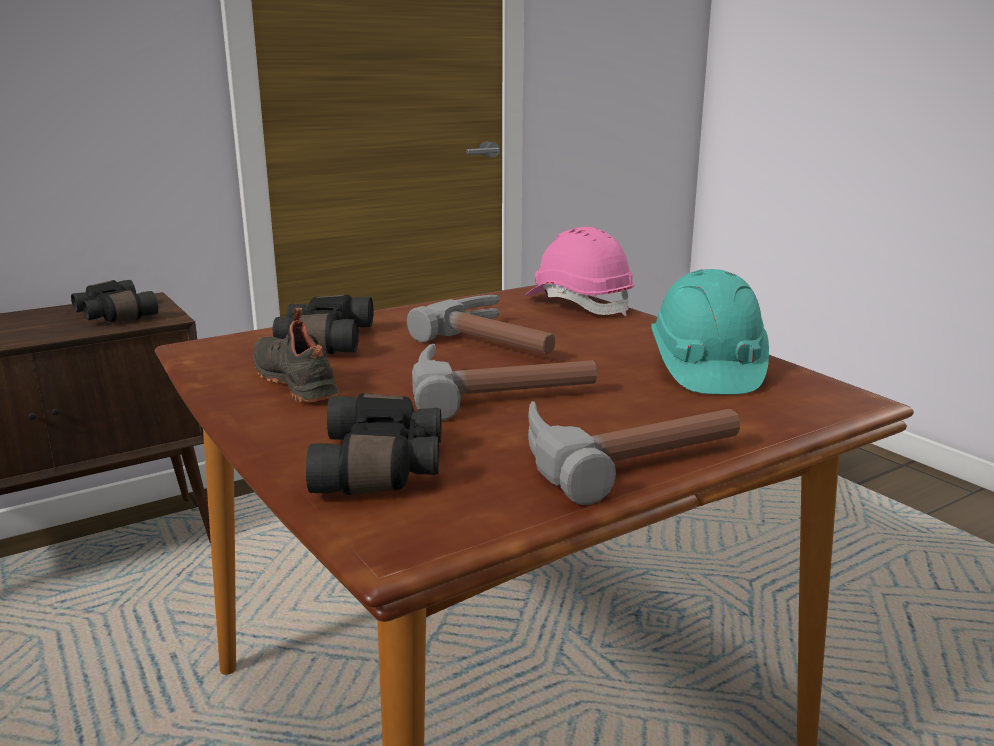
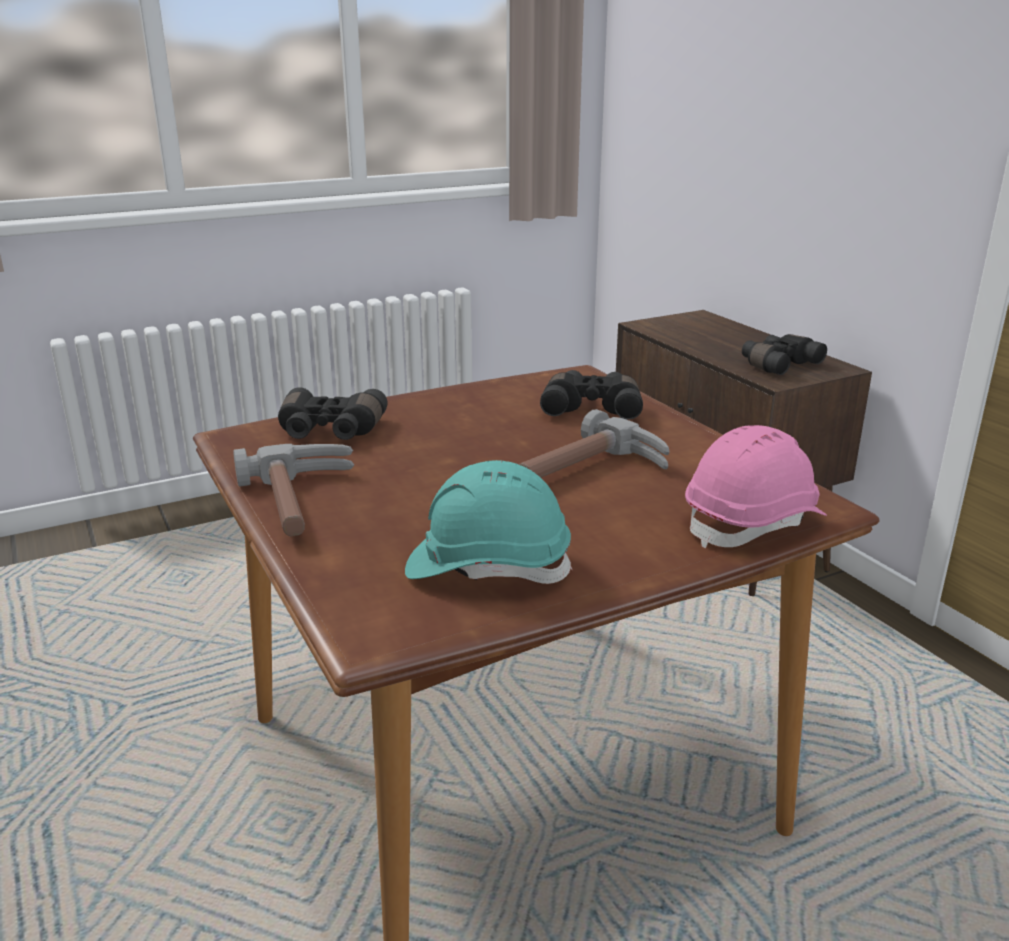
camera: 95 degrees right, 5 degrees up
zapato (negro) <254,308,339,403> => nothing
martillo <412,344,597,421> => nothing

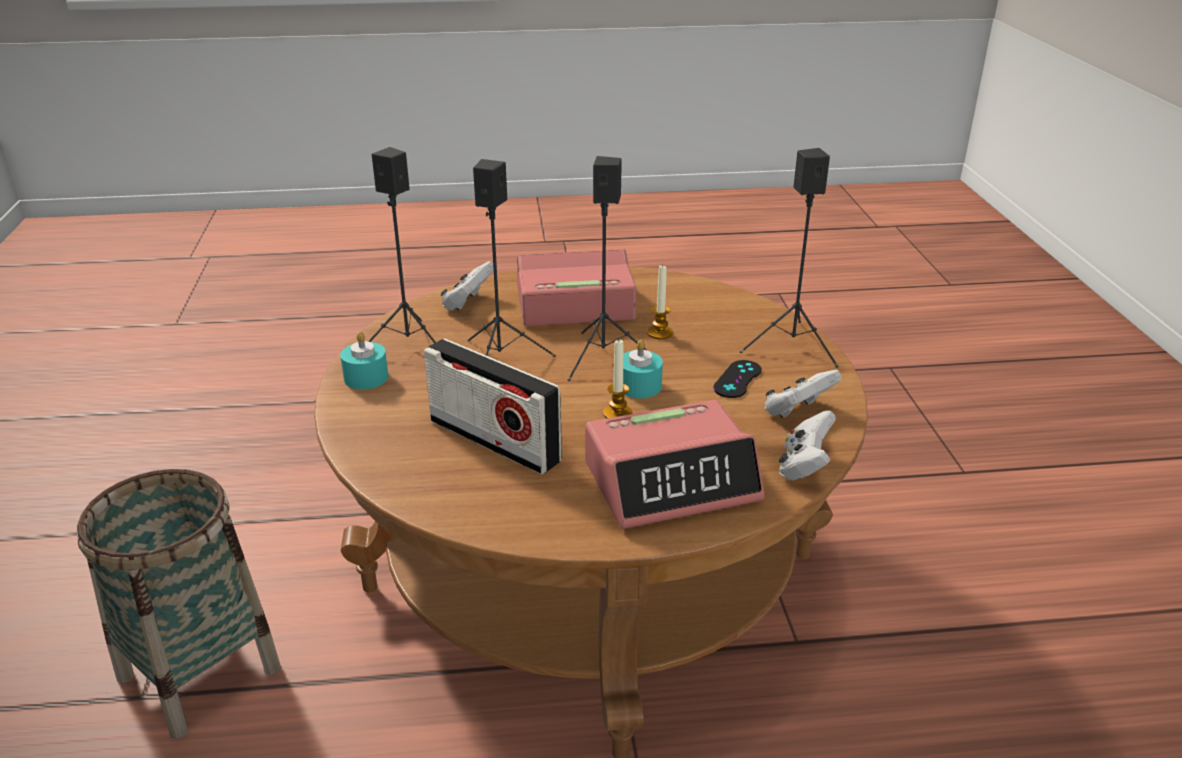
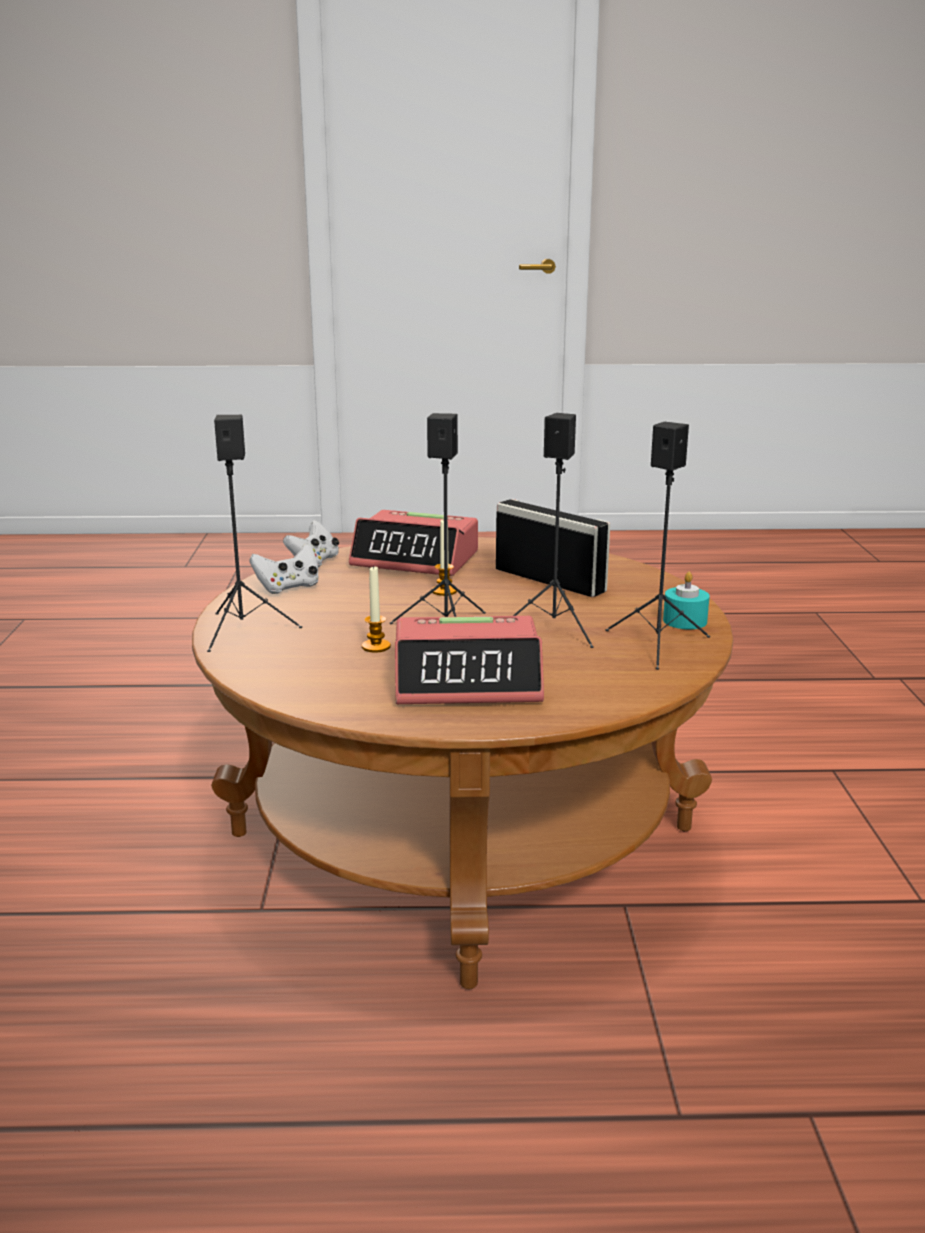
camera: 175 degrees left, 10 degrees down
mando de consola (blanco) <441,261,494,311> => nothing
vela (turquesa) <623,340,663,398> => nothing
mando de consola (negro) <713,360,762,398> => nothing
despertador <585,400,764,529> => despertador <349,510,478,576>, 150 degrees counterclockwise
cesta <77,469,281,739> => nothing

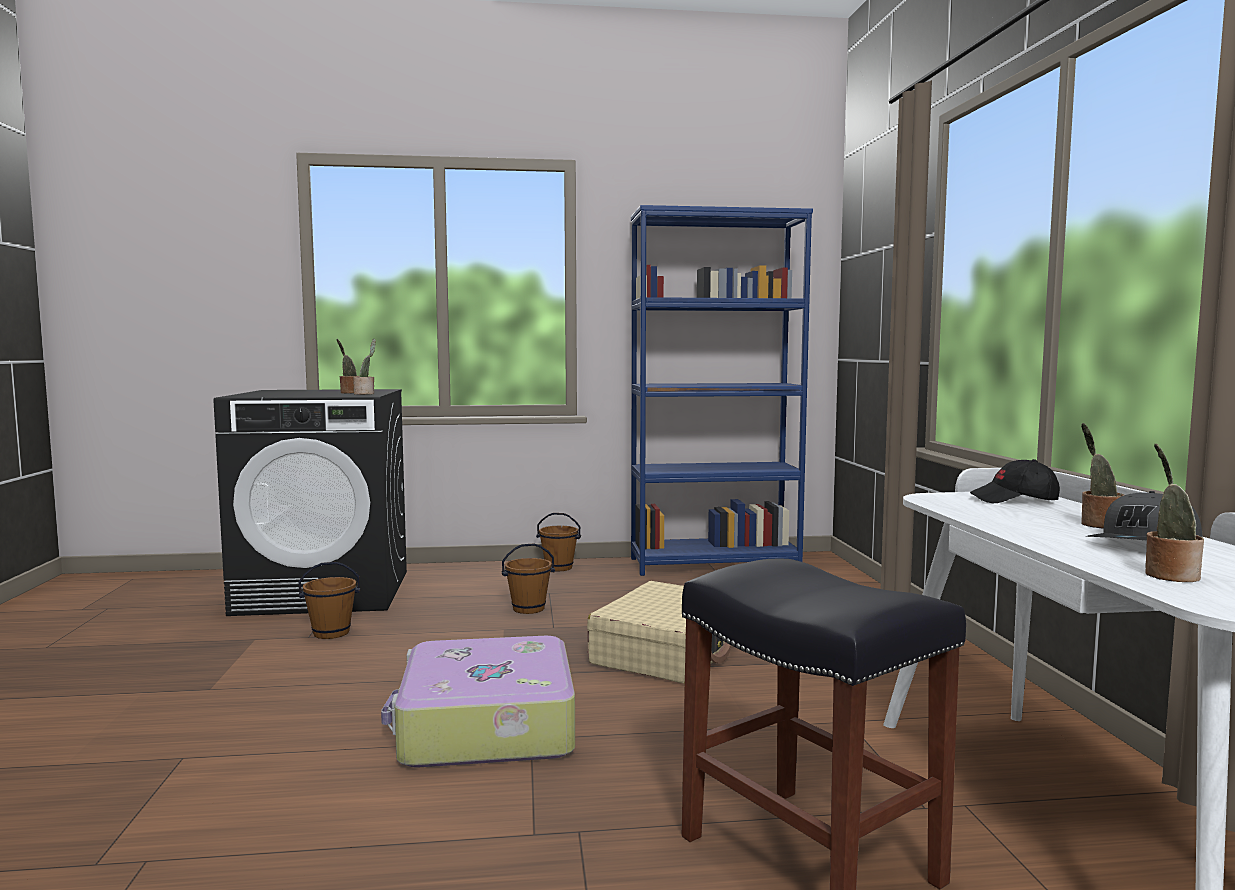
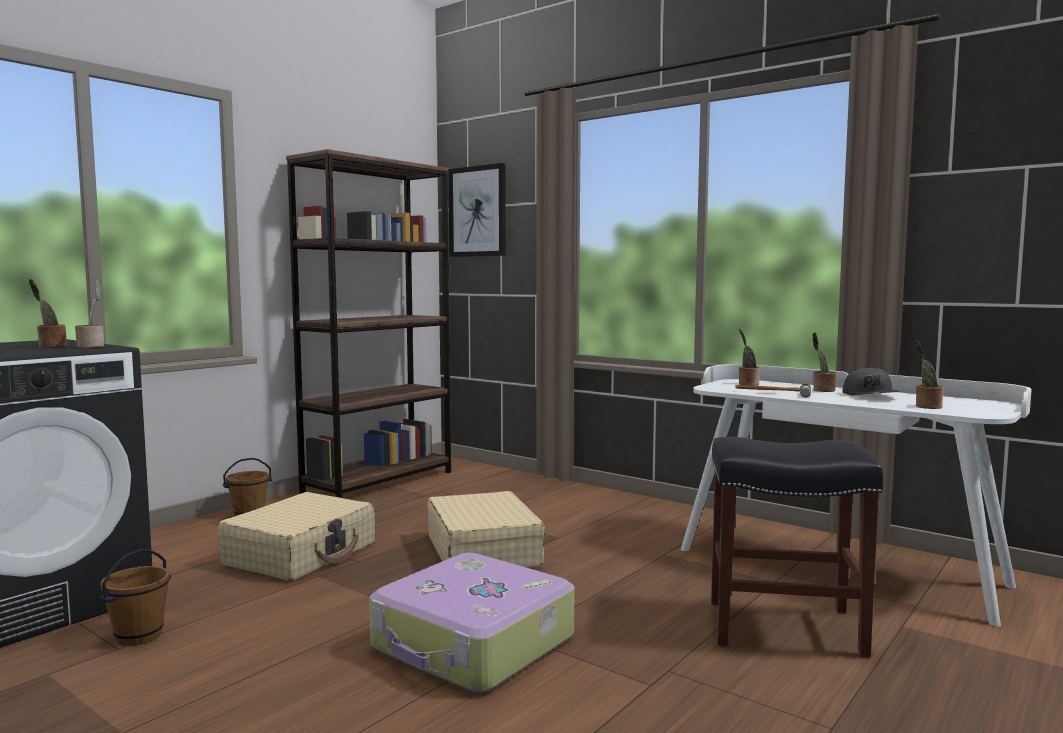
camera: 45 degrees left, 0 degrees up
estantería (azul) <631,205,813,576> => estantería (marrón) <286,149,451,498>
gorra (negro) <970,459,1060,503> => planta en maceta <739,329,760,386>
cubo (marrón) <501,544,555,614> => maleta (beis) <218,492,375,581>
nothing => cuadro <448,163,506,257>
nothing => martillo <735,384,811,397>

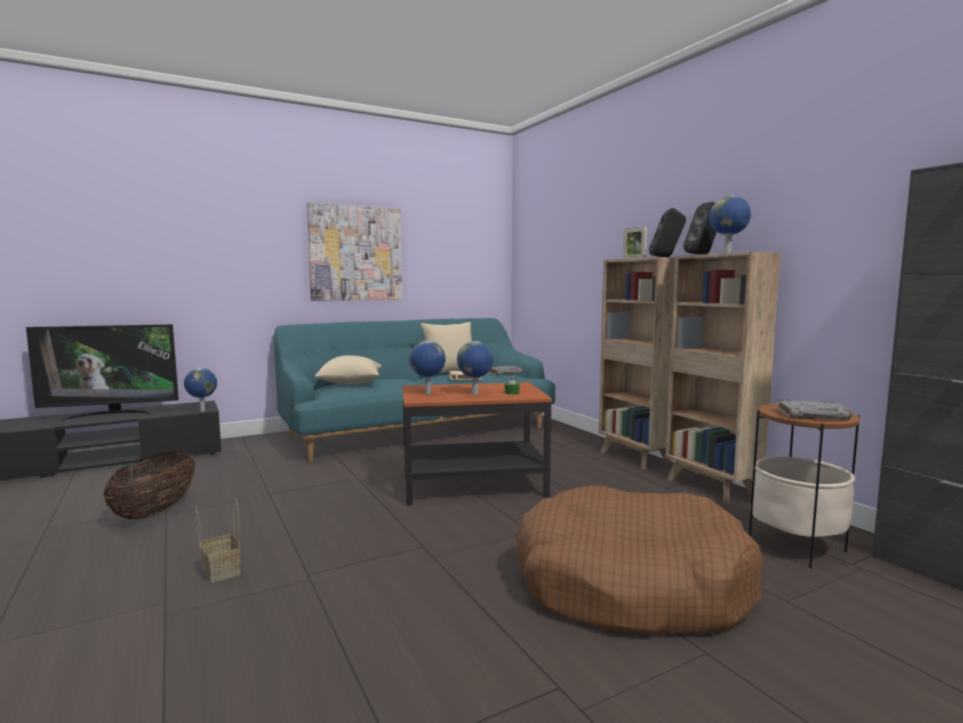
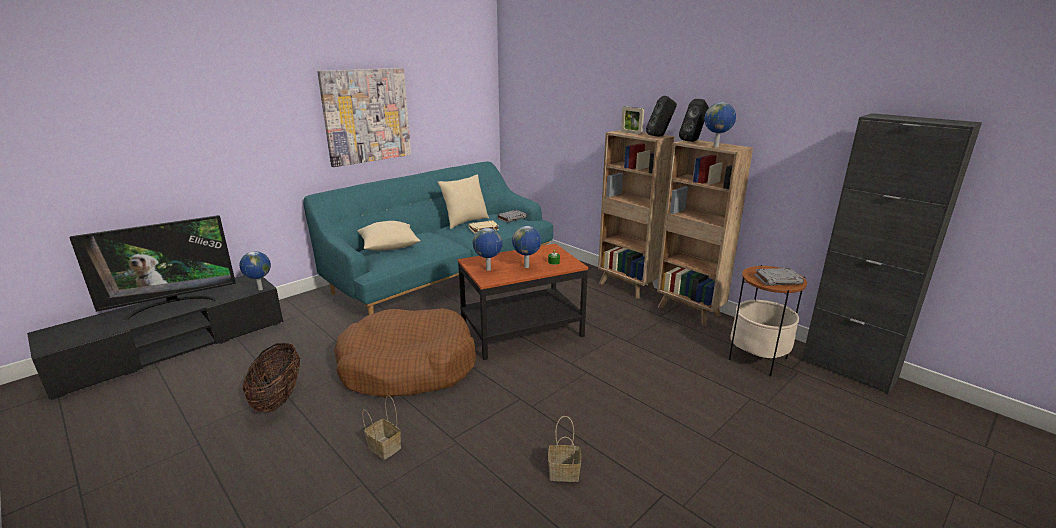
camera: 15 degrees left, 15 degrees up
cama para perro (marrón) <515,485,763,635> => cama para perro (marrón) <334,308,476,398>, relocated
nothing => cesta <548,416,581,482>

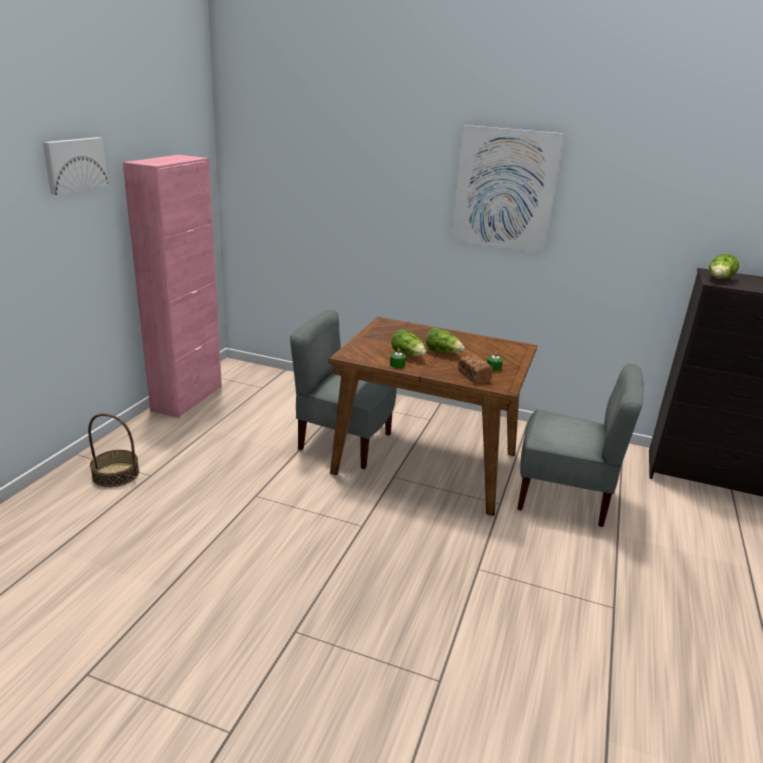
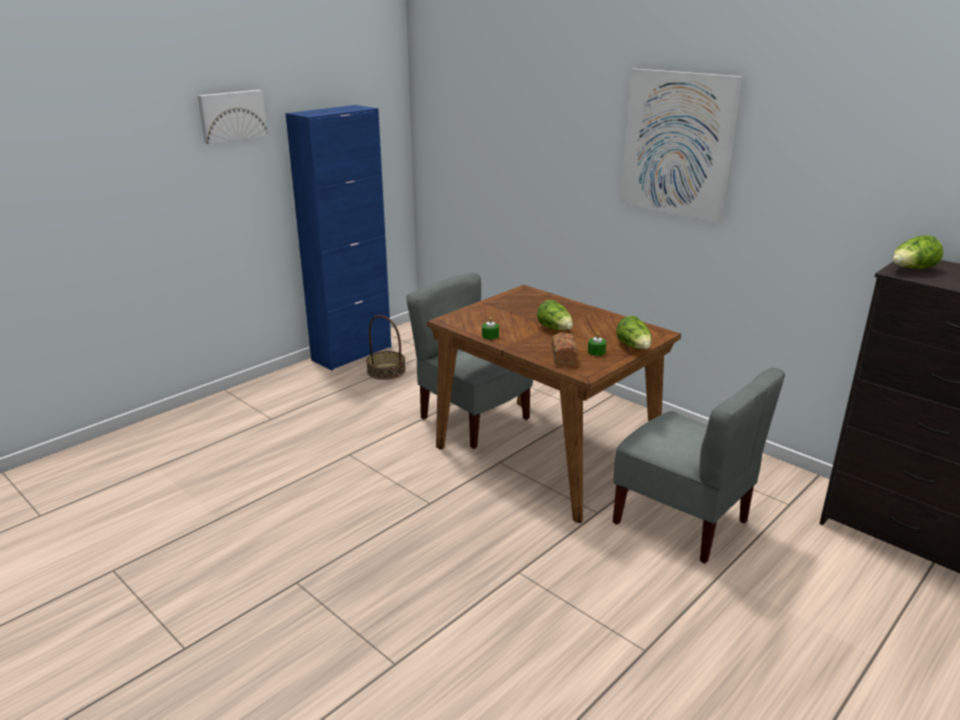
camera: 25 degrees right, 0 degrees up
armario (rosa) <123,155,222,418> => armario (azul) <285,105,391,371>
lechuga <391,329,426,356> => lechuga <616,316,652,349>, relocated
cesta <88,413,139,487> => cesta <366,315,406,380>, relocated

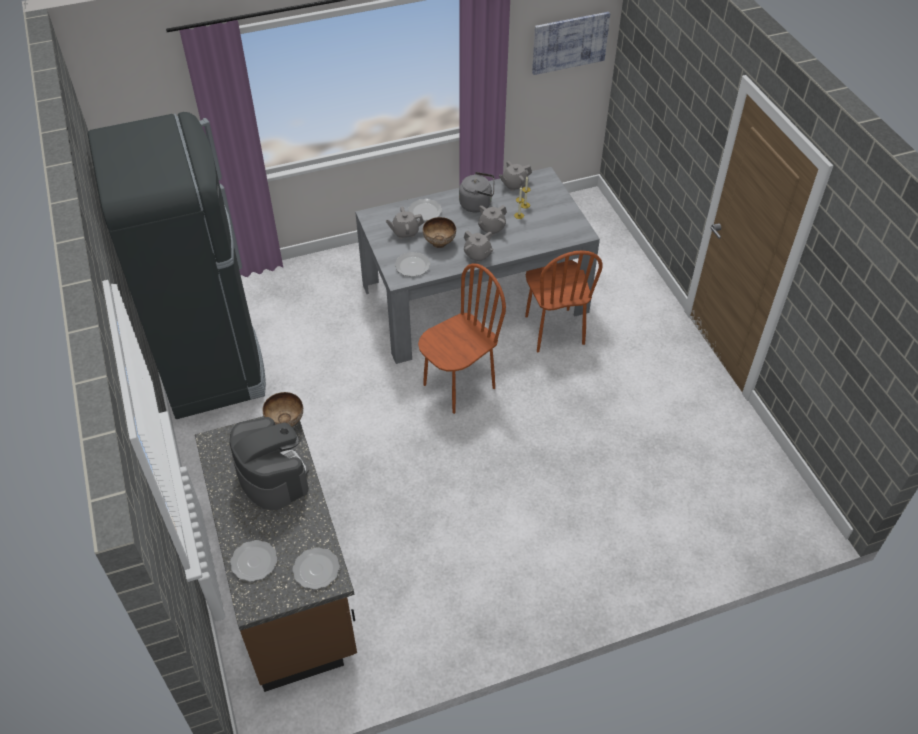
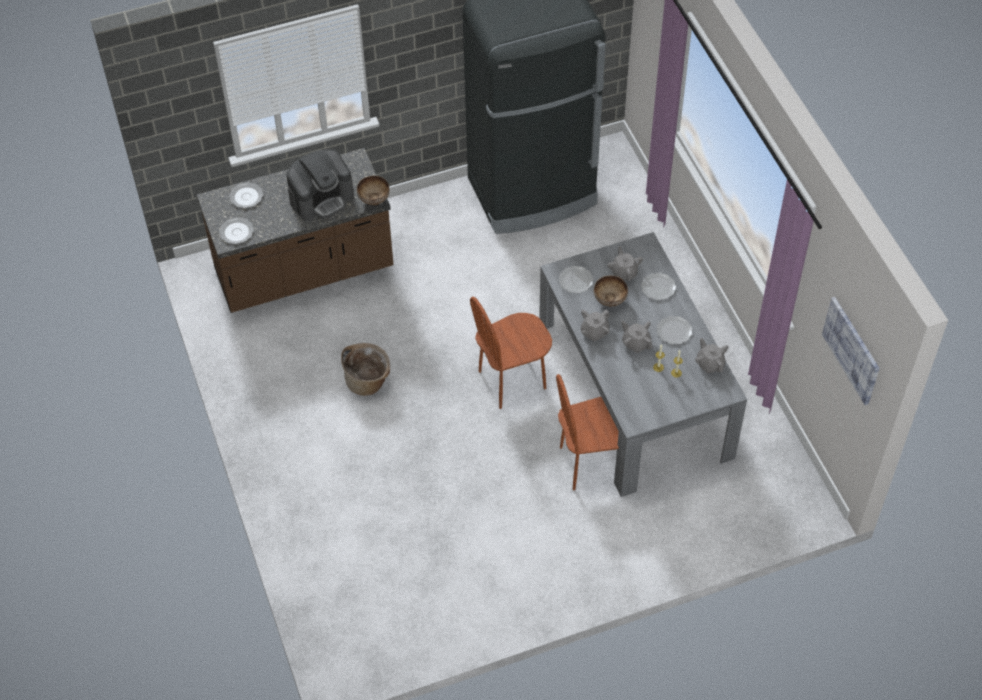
camera: 90 degrees right, 5 degrees up
hervidor (gris) <459,172,495,212> => plato <657,316,692,345>
silla (marrón) <418,264,506,414> => silla (marrón) <470,297,552,409>, 105 degrees clockwise
nothing => cesta <341,343,390,396>

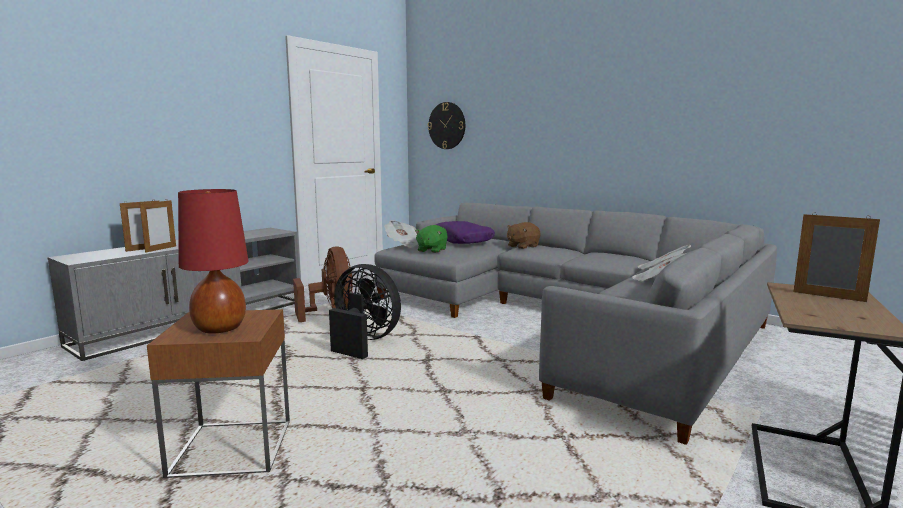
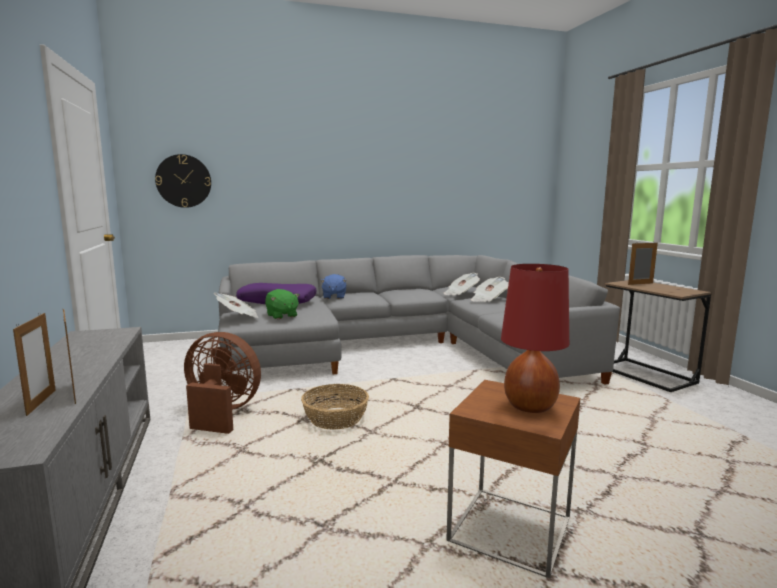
camera: 55 degrees left, 0 degrees up
peluche (marrón) <507,222,541,249> => peluche (azul) <320,274,347,299>
ventilador (negro) <329,264,401,359> => cesta <301,384,369,430>

